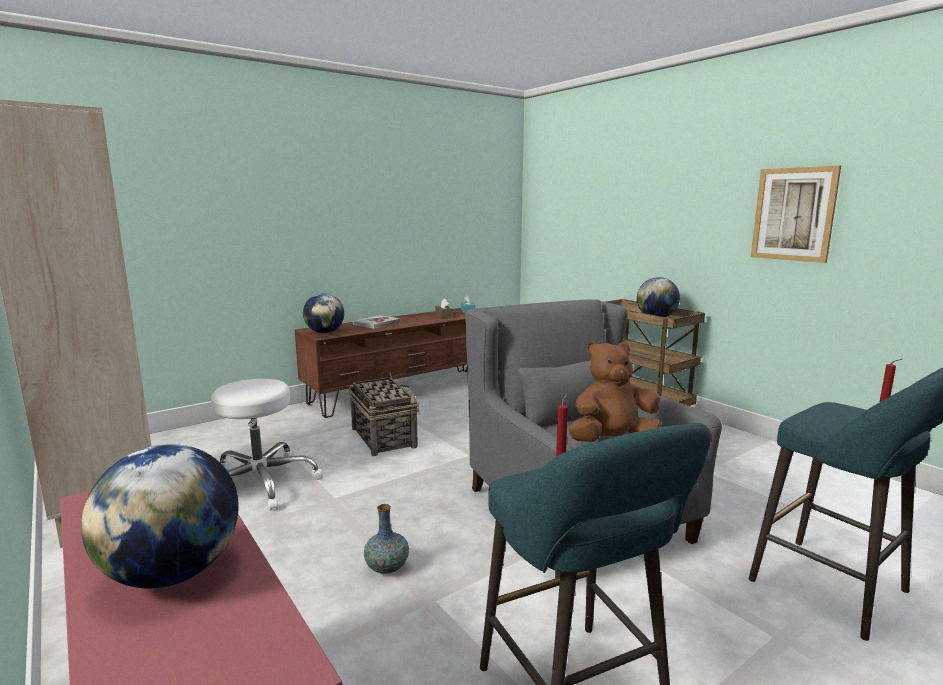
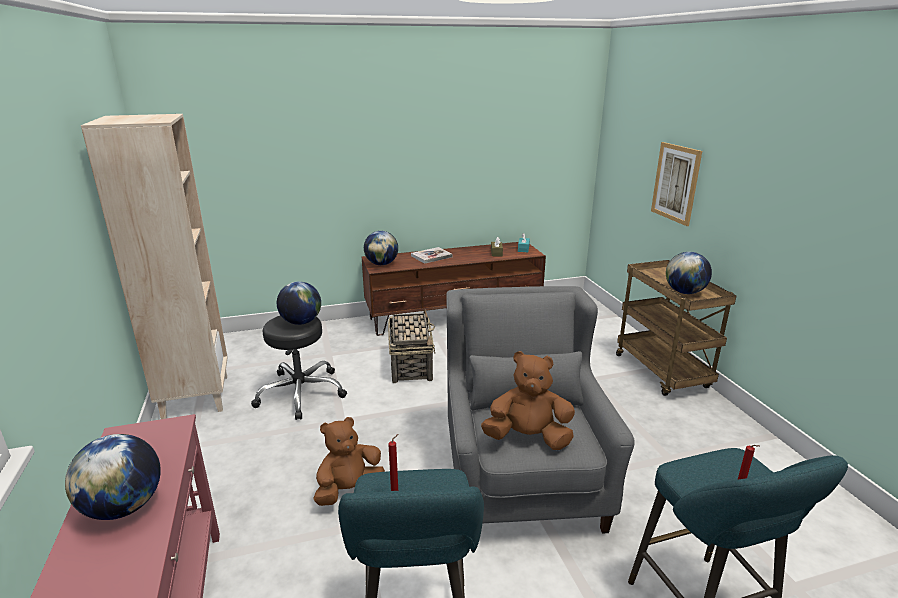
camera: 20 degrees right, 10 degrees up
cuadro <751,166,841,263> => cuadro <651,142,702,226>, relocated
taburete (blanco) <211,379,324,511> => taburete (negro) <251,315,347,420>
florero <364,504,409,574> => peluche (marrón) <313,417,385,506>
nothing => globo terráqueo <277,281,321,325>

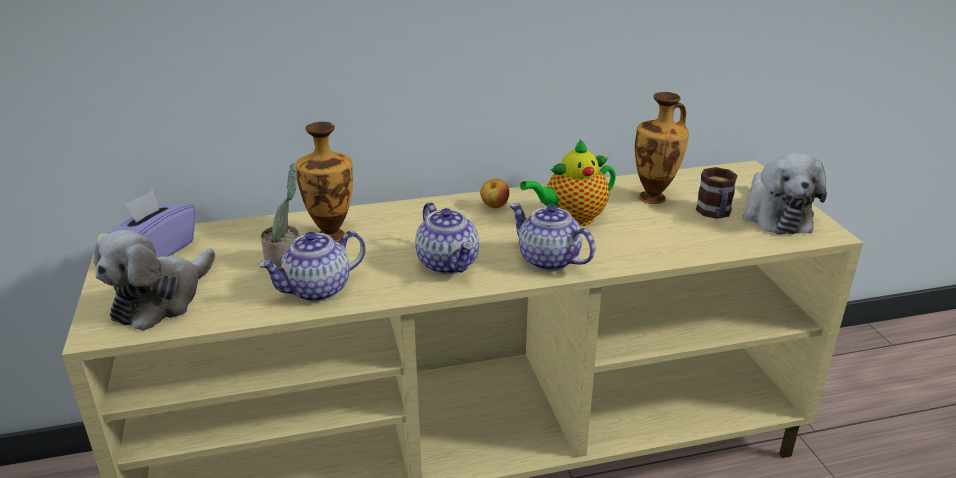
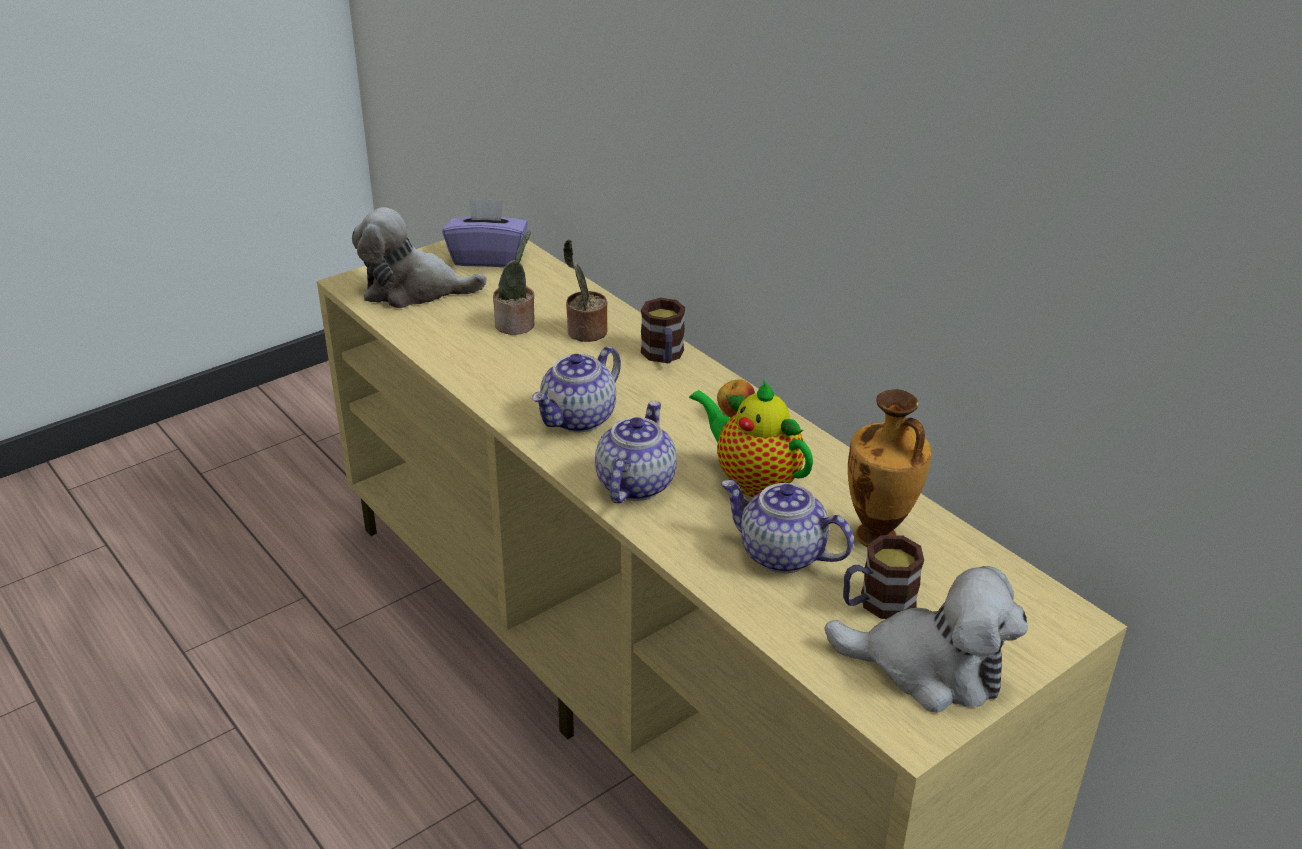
camera: 65 degrees right, 5 degrees up
florero <296,122,353,241> => planta en maceta <563,239,608,342>
peluche <743,153,827,235> => peluche <824,566,1028,713>, 135 degrees counterclockwise
tetera <258,231,366,302> => tetera <721,480,854,573>, relocated
nothing => taza grande <641,298,685,363>

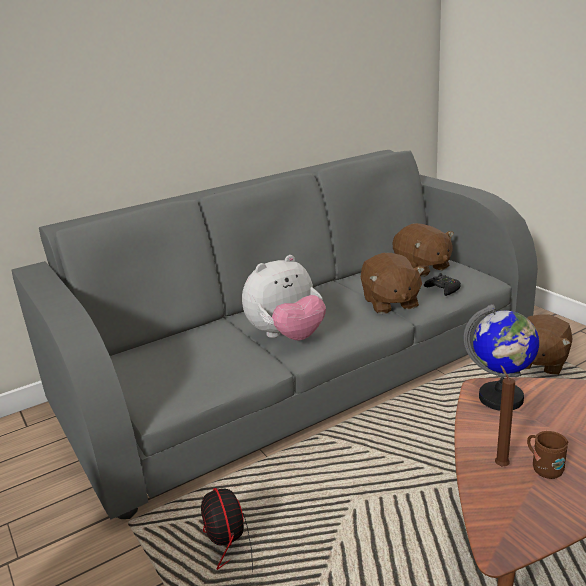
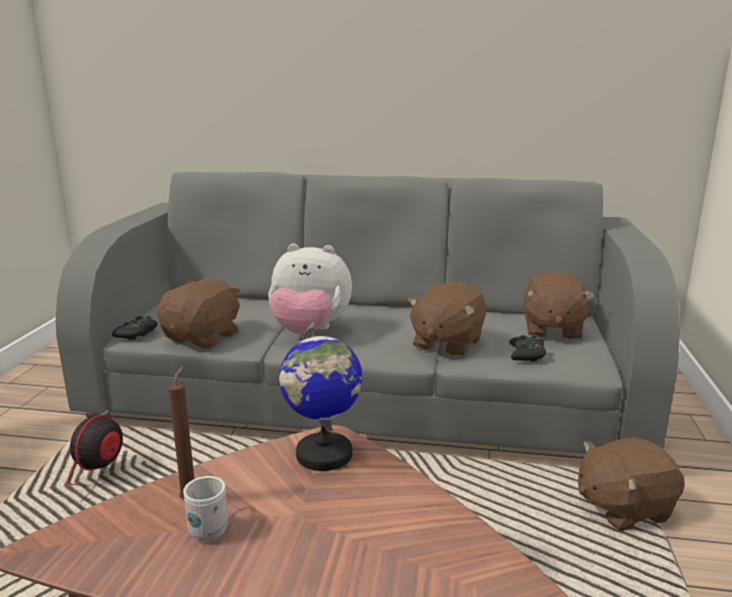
camera: 40 degrees right, 5 degrees down
taza grande (marrón) <527,431,569,479> => taza grande (blanco) <183,476,228,541>
nothing => peluche (marrón) <157,279,241,348>
nothing => mando de consola (negro) <112,315,158,340>

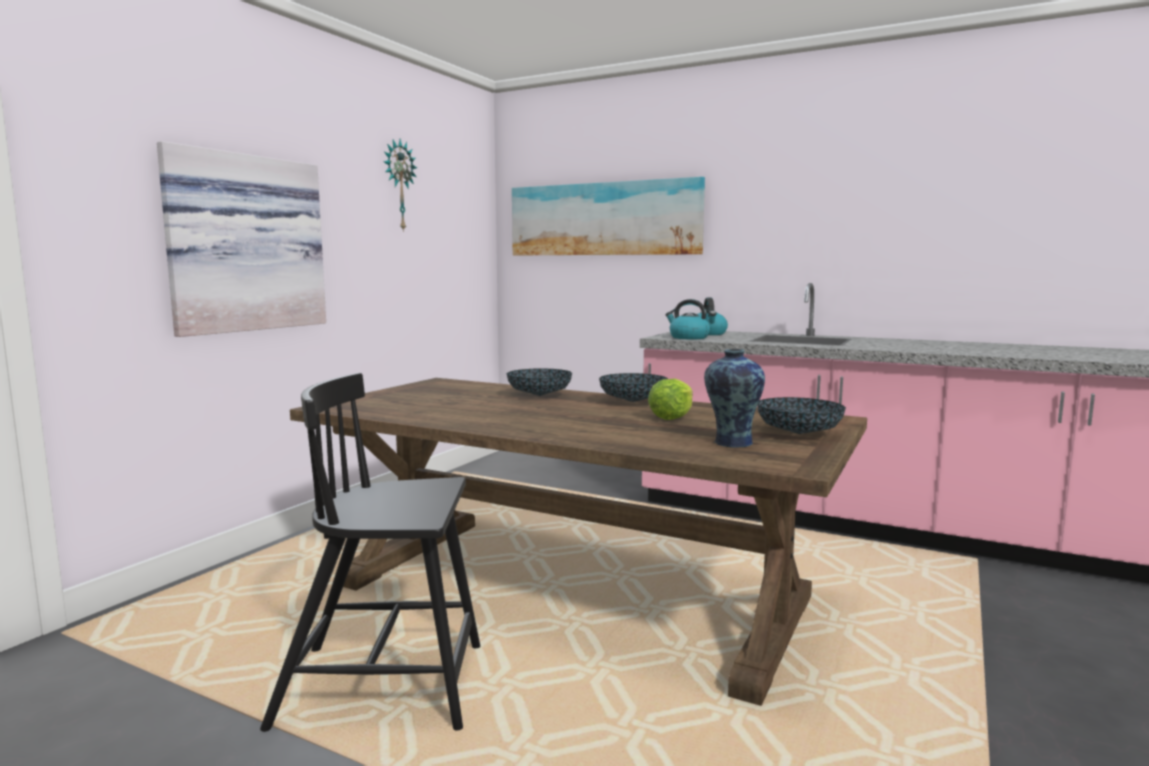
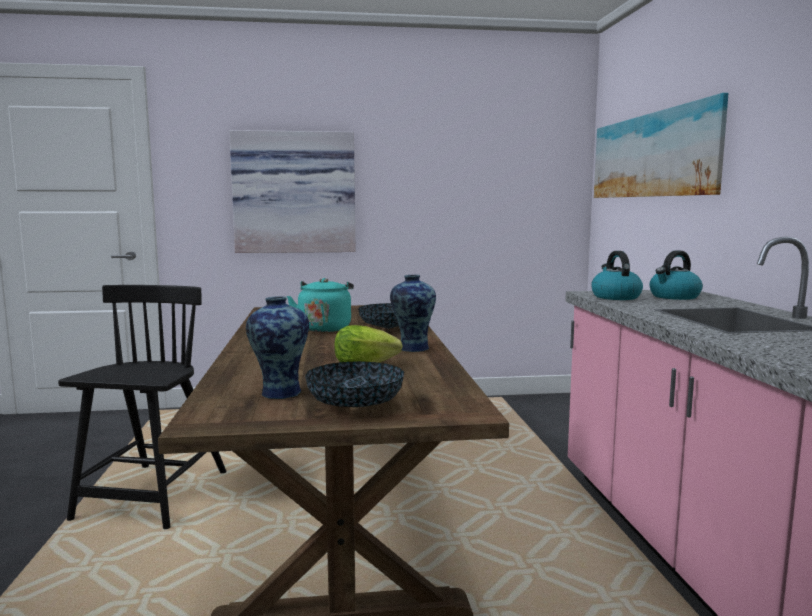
camera: 55 degrees right, 0 degrees up
reloj de pared <384,139,417,232> => nothing
silla (negro) <260,373,480,732> => silla (negro) <58,285,227,529>, 45 degrees clockwise
cuenco <599,373,668,402> => florero <390,275,436,352>
nothing => hervidor (turquesa) <287,278,354,332>

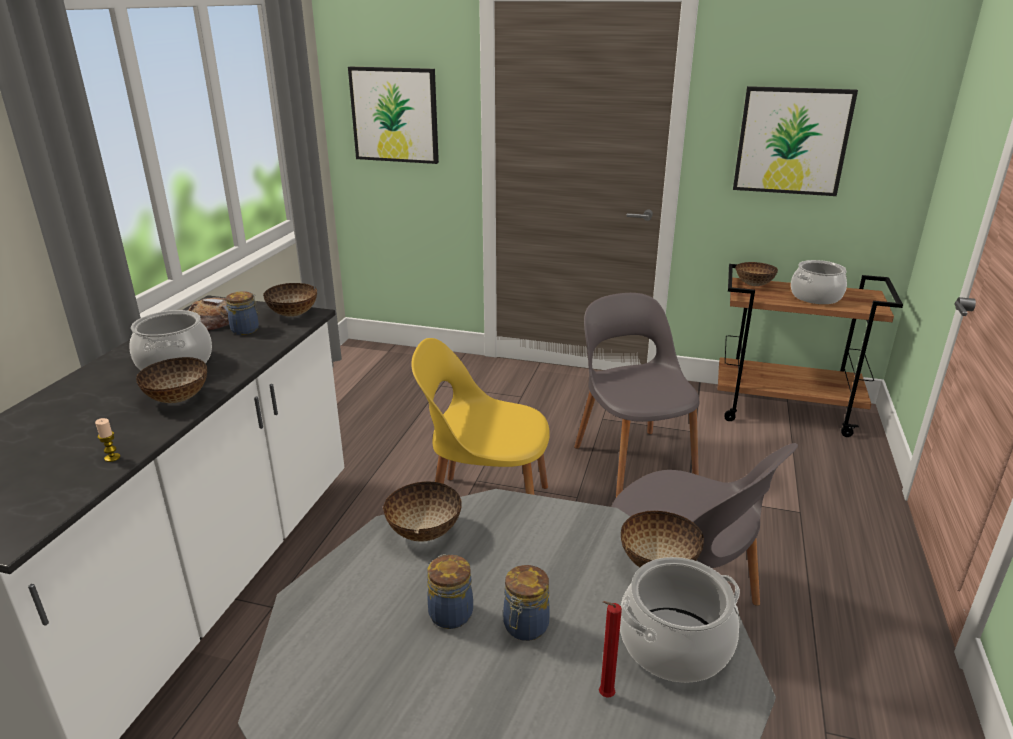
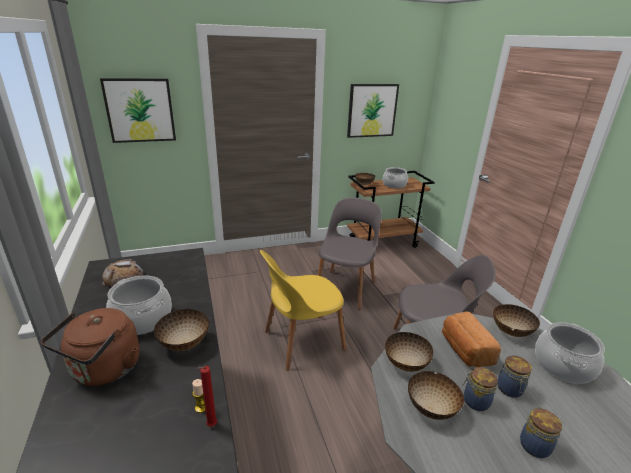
camera: 35 degrees left, 0 degrees up
cuenco <263,283,317,317> => cuenco <408,371,464,420>, relocated
tarro <226,291,259,335> => tarro <520,407,562,458>, relocated
silla (gris) <574,293,700,497> => silla (gris) <318,197,381,310>, 75 degrees clockwise
vela (rojo) <599,601,622,698> => vela (rojo) <197,366,217,427>, relocated
nothing => hervidor (marrón) <41,308,140,386>
nothing => pan <442,312,501,367>

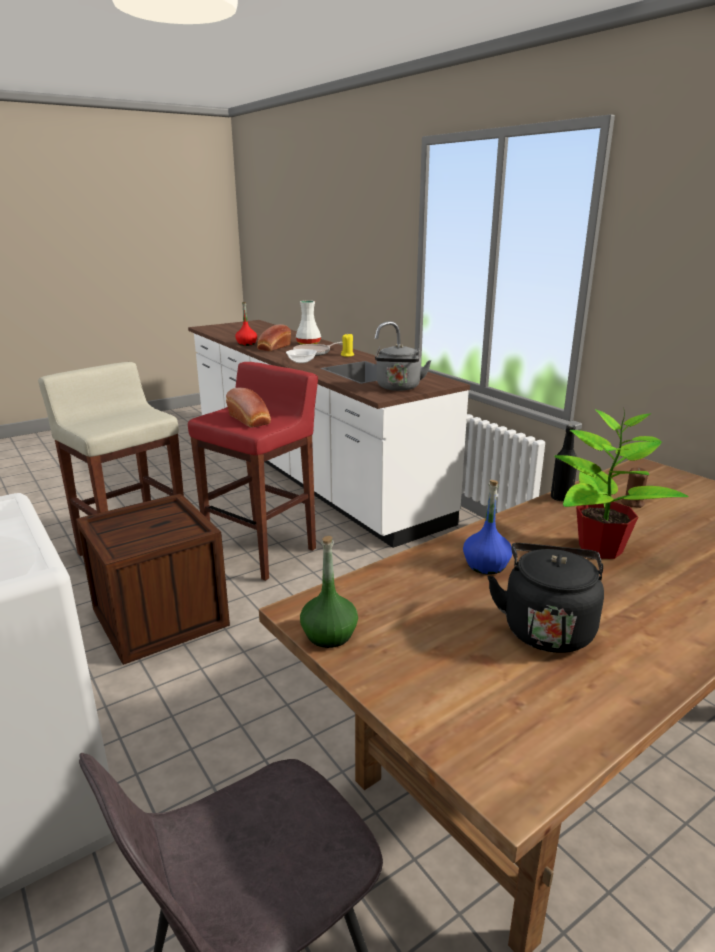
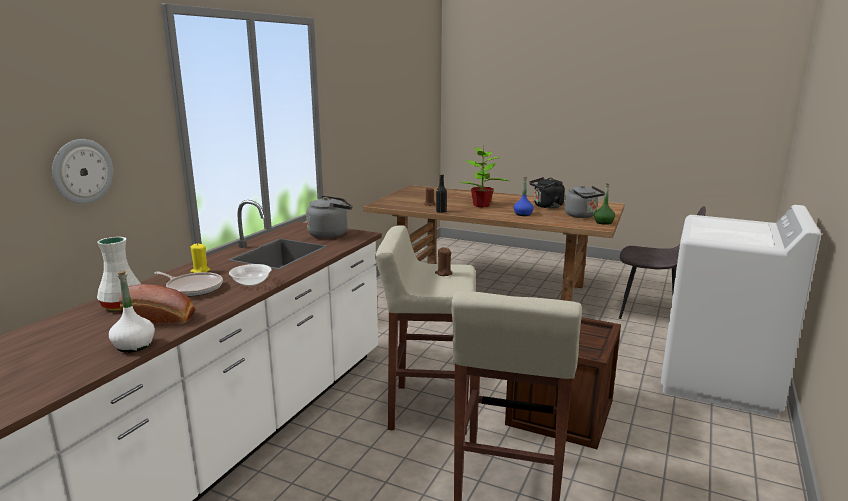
camera: 120 degrees left, 5 degrees down
botella (rojo) <235,302,257,346> => botella (blanco) <109,271,155,353>
taburete (rojo) <188,362,318,581> => taburete (beis) <375,225,476,435>
pan <226,388,271,427> => vela (marrón) <435,247,453,276>
nothing => reloj de pared <52,139,113,204>
nothing => hervidor (gris) <564,185,605,218>

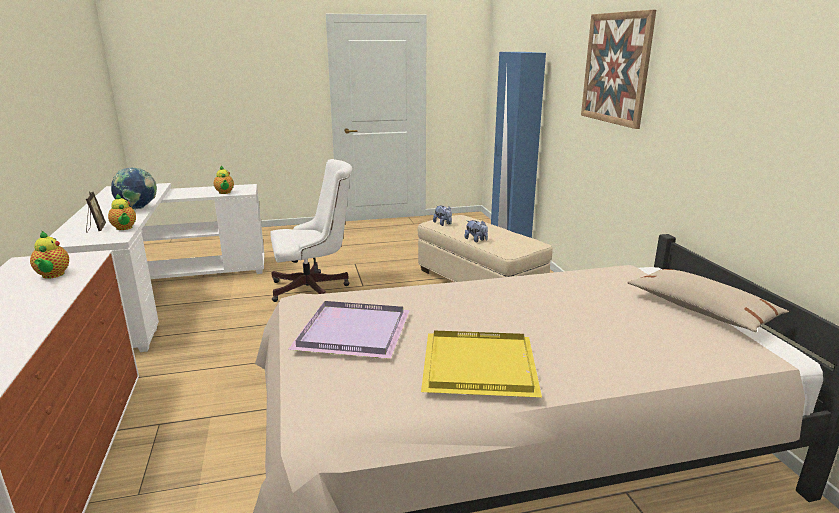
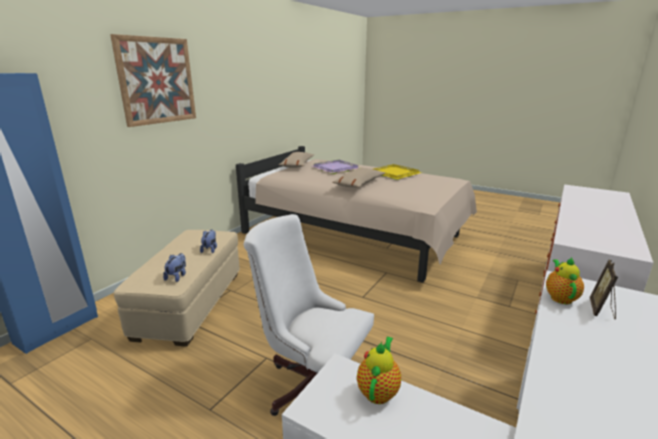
camera: 135 degrees left, 0 degrees up
globo terráqueo <111,167,157,209> => nothing
tetera <30,231,69,279> => nothing
bandeja (morado) <288,301,410,359> => bandeja (morado) <312,160,360,174>, relocated
nothing => cojín (beis) <332,168,385,188>

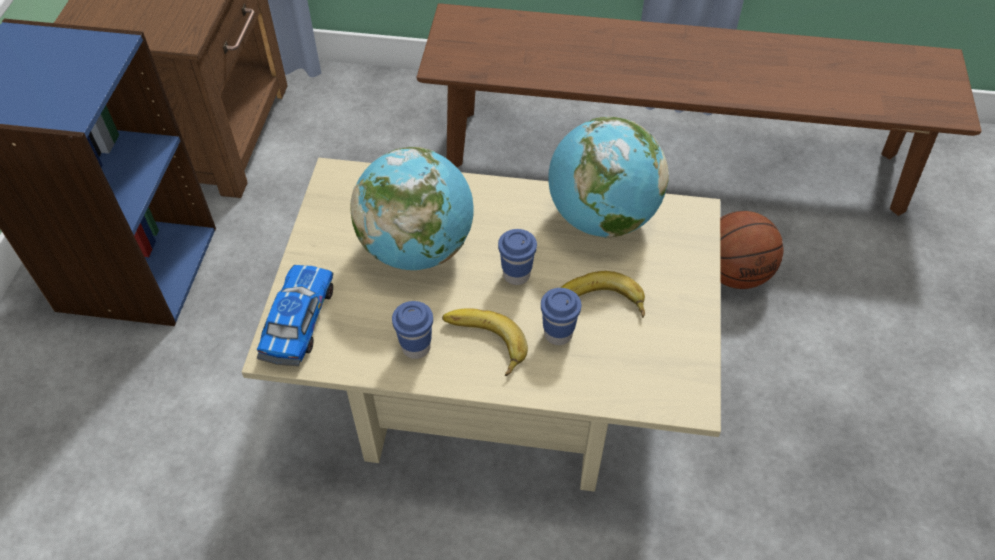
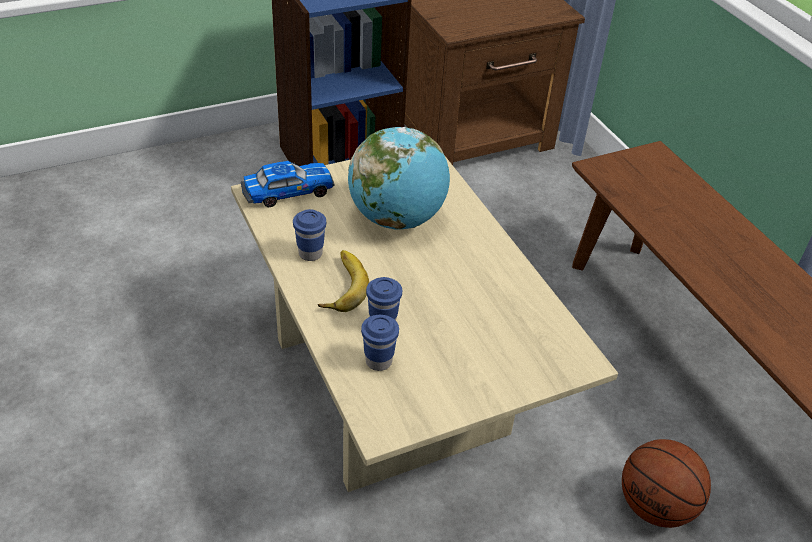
camera: 55 degrees right, 10 degrees down
globo terráqueo <548,117,669,238> => nothing
taza (azul) <498,229,537,285> => taza (azul) <361,315,399,371>, relocated
plátano <561,271,645,318> => nothing

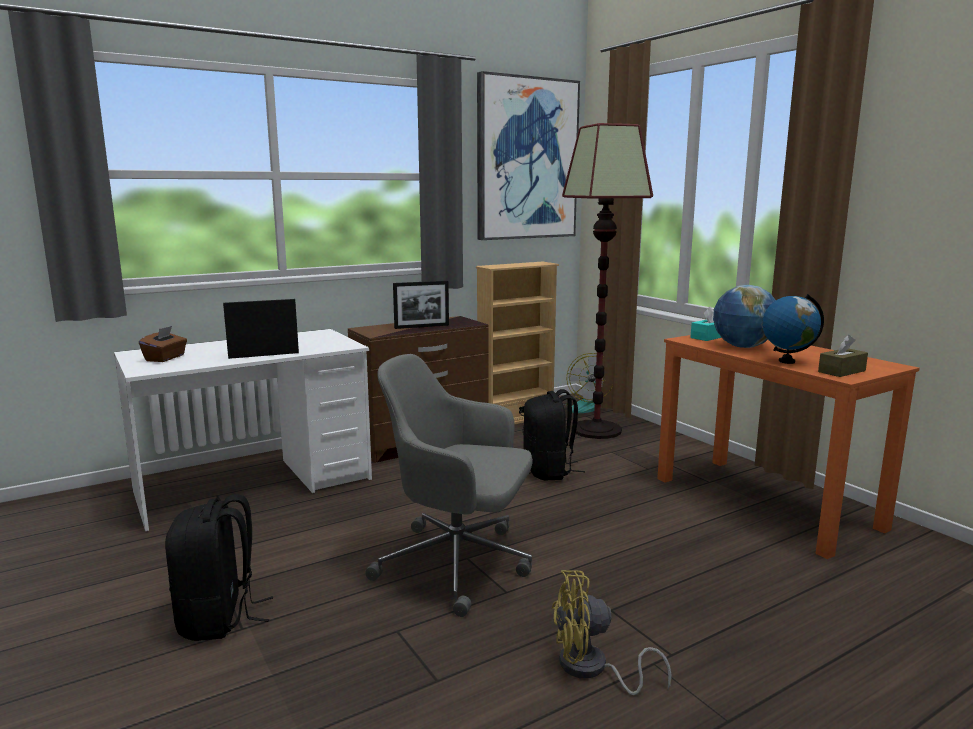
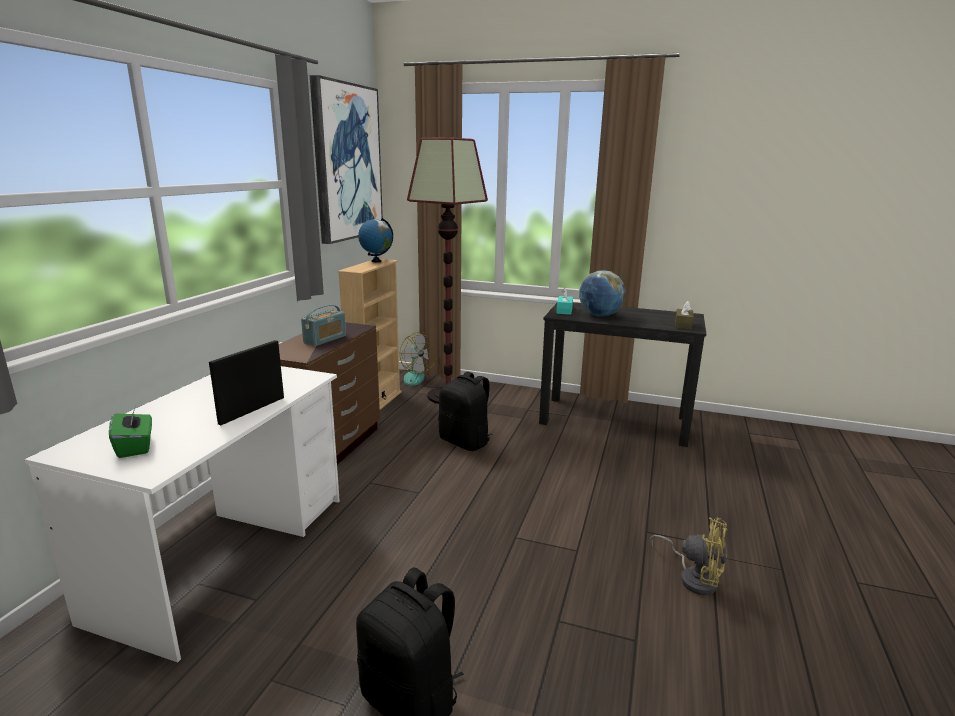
camera: 40 degrees left, 5 degrees up
portarretratos <393,281,449,329> => radio <301,305,346,346>
globo terráqueo <762,294,824,364> => globo terráqueo <358,218,393,263>, relocated
caja de pañuelos (marrón) <139,326,187,362> => caja de pañuelos (verde) <109,405,152,458>
escritorio (naranja) <657,335,920,559> => escritorio (negro) <539,302,706,447>
silla de oficina (gris) <365,354,533,617> => nothing
ventilador (amarillo) <552,570,672,695> => ventilador (amarillo) <650,517,727,595>, 105 degrees counterclockwise

